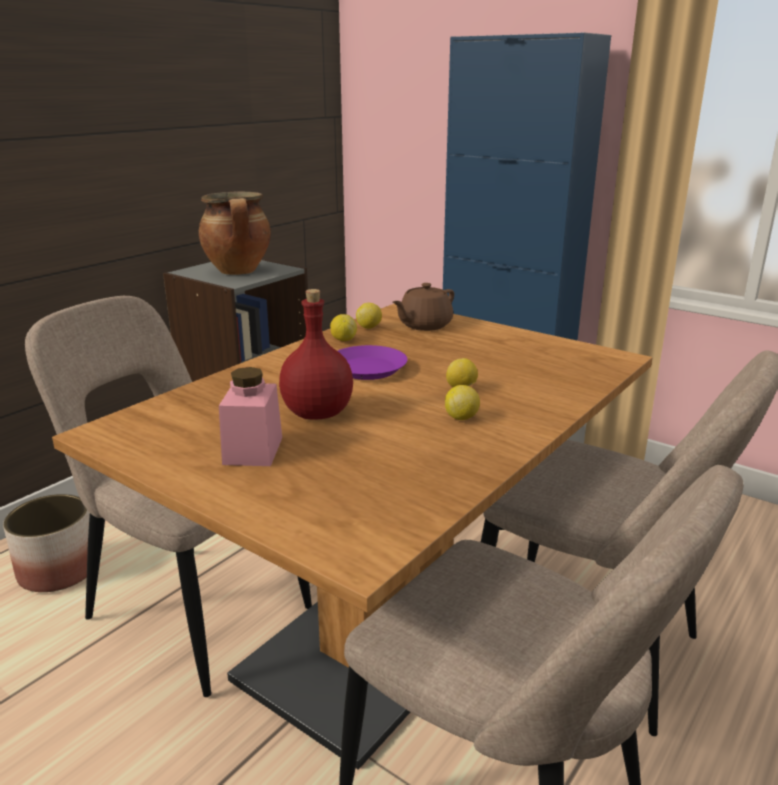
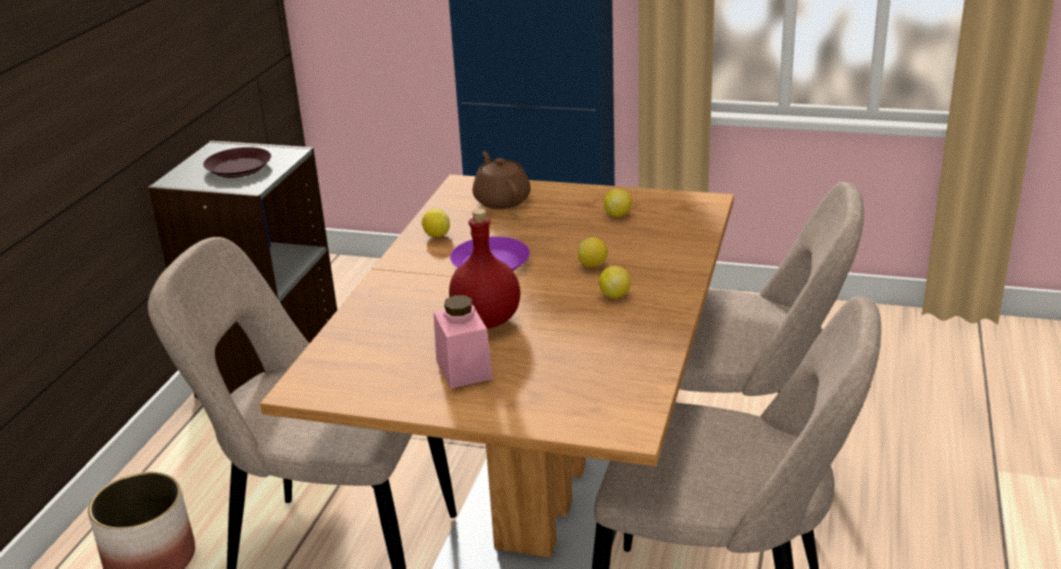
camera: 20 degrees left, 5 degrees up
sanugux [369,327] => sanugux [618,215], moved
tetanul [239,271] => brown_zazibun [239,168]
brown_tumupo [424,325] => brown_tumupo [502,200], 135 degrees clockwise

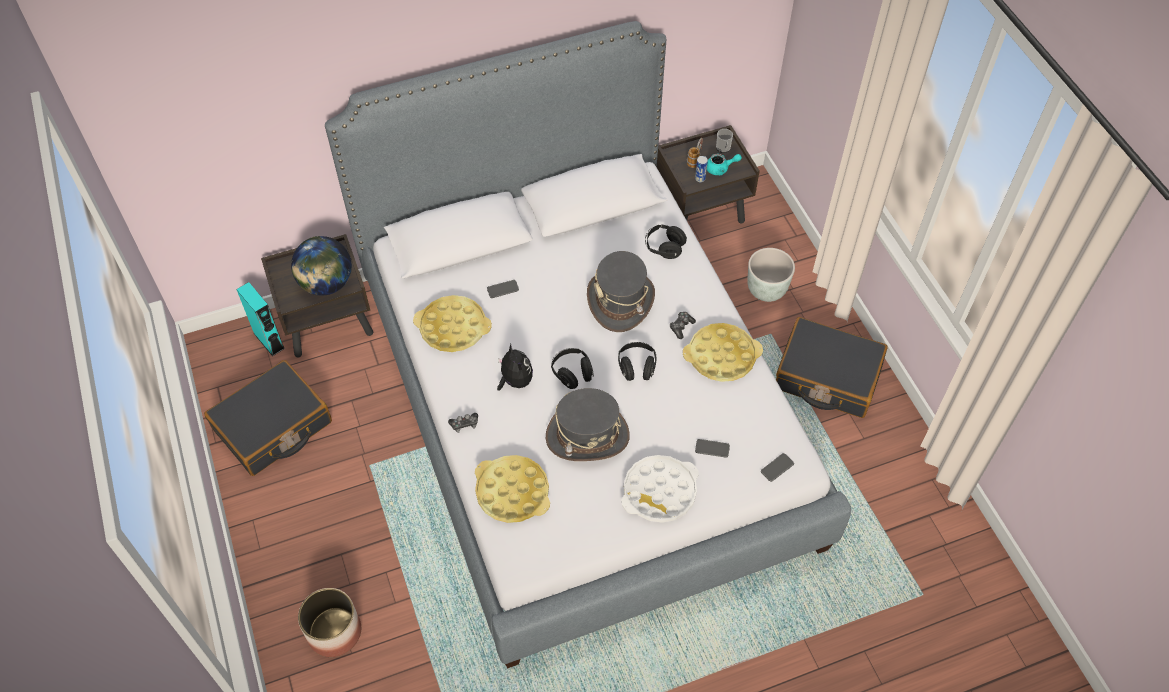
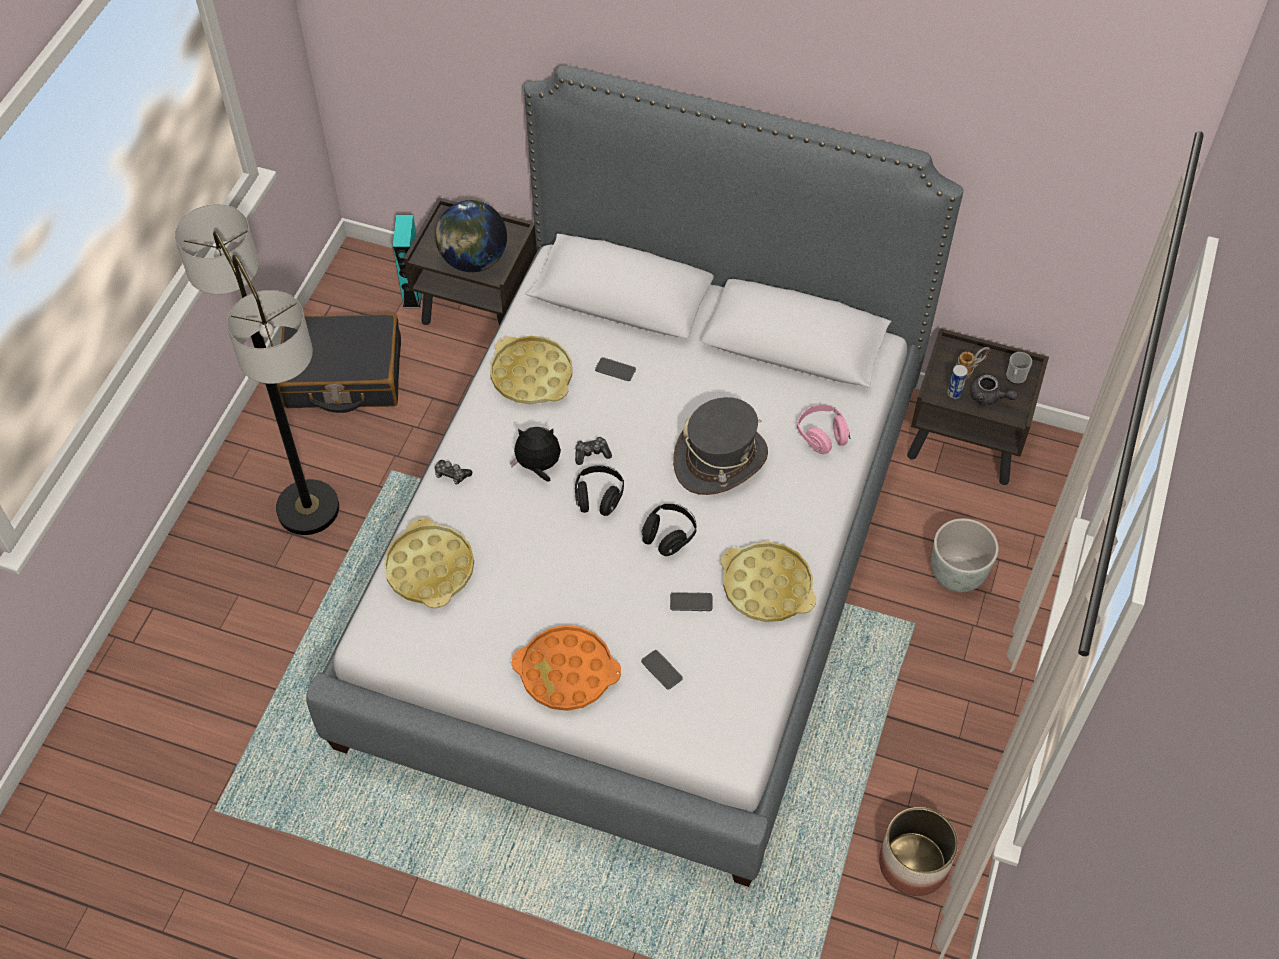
camera: 40 degrees right, 0 degrees up
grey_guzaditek [587,436] => nothing
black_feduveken [827,377] => nothing
nothing => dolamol [308,508]
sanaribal [334,631] => sanaribal [914,863], moved
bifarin [681,327] => bifarin [591,453], moved
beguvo [777,468] => beguvo [691,602], moved
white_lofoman [659,492] => orange_lofoman [566,672]
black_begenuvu [664,247] => pink_begenuvu [822,436]
turquoise_tumupo [720,169] => grey_tumupo [989,397]
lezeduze [515,381] => lezeduze [538,466], 105 degrees counterclockwise

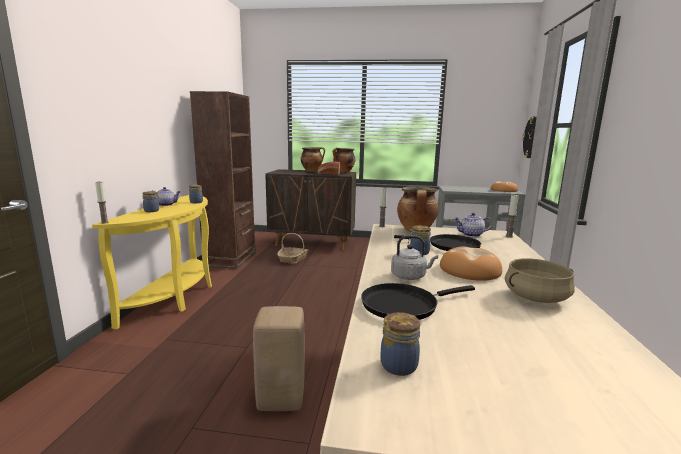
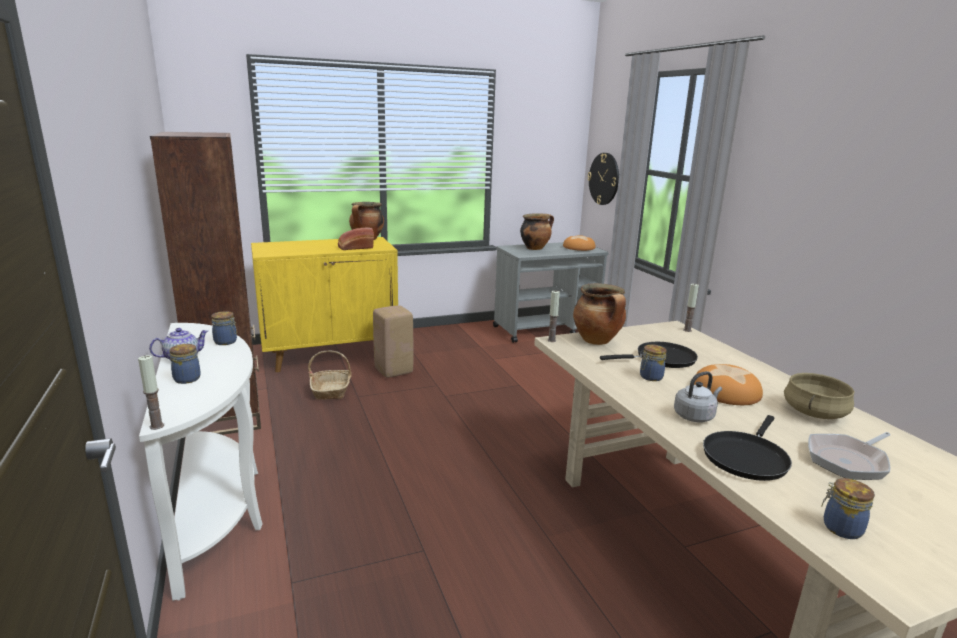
camera: 30 degrees left, 5 degrees up
tumupo [471,235] => nothing
nothing => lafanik [849,460]
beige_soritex [280,397] => beige_soritex [393,371], moved
tetanul [312,171] => tetanul [535,248], moved
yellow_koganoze [177,296] => white_koganoze [219,507]
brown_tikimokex [313,243] => yellow_tikimokex [330,354]

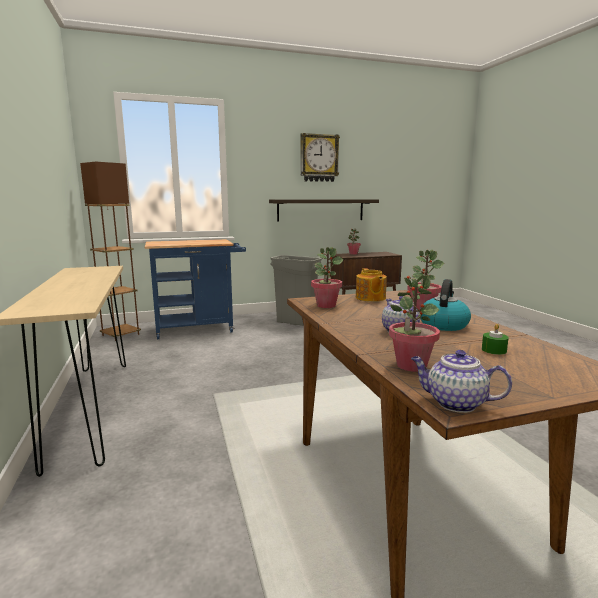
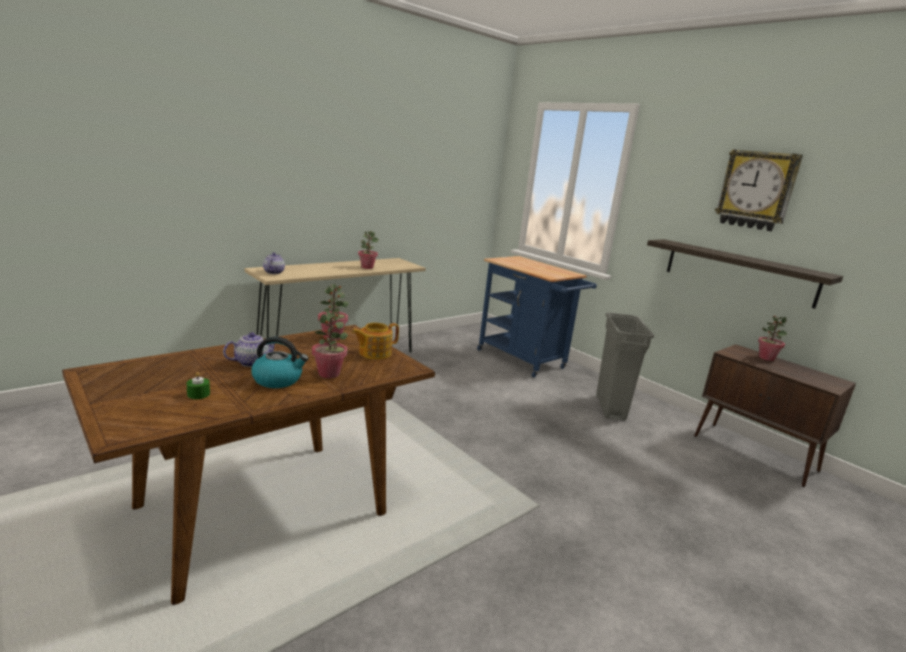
camera: 65 degrees right, 5 degrees up
brown_dolamol [121,335] => nothing
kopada [411,365] => kopada [367,267], moved
tumupo [454,403] => tumupo [273,272], moved

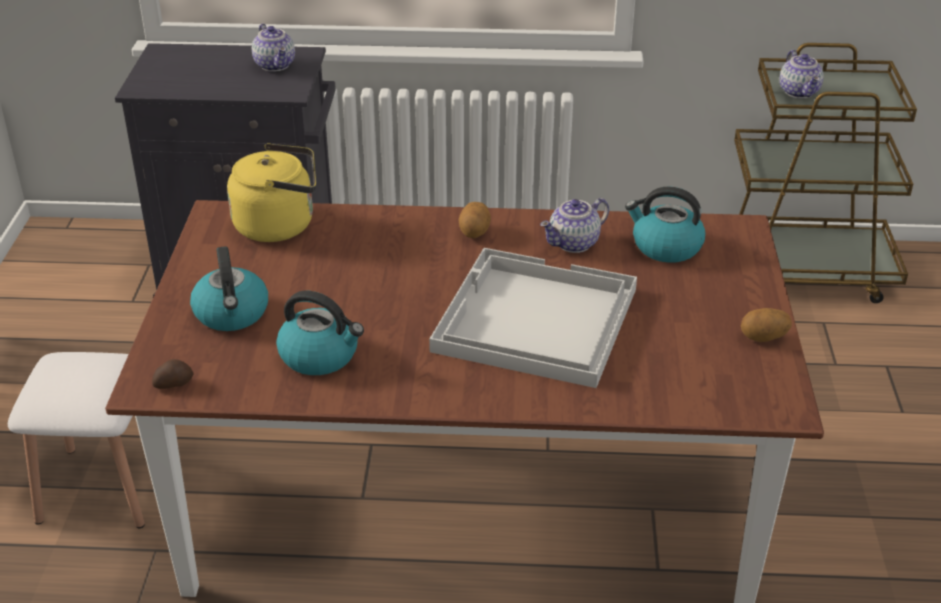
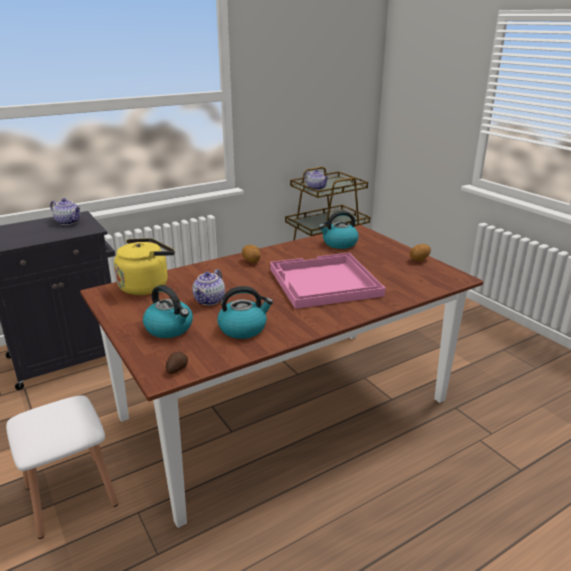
camera: 35 degrees left, 10 degrees down
tumupo [574,244] => tumupo [210,300], moved
white_lofoman [533,320] => pink_lofoman [324,282]

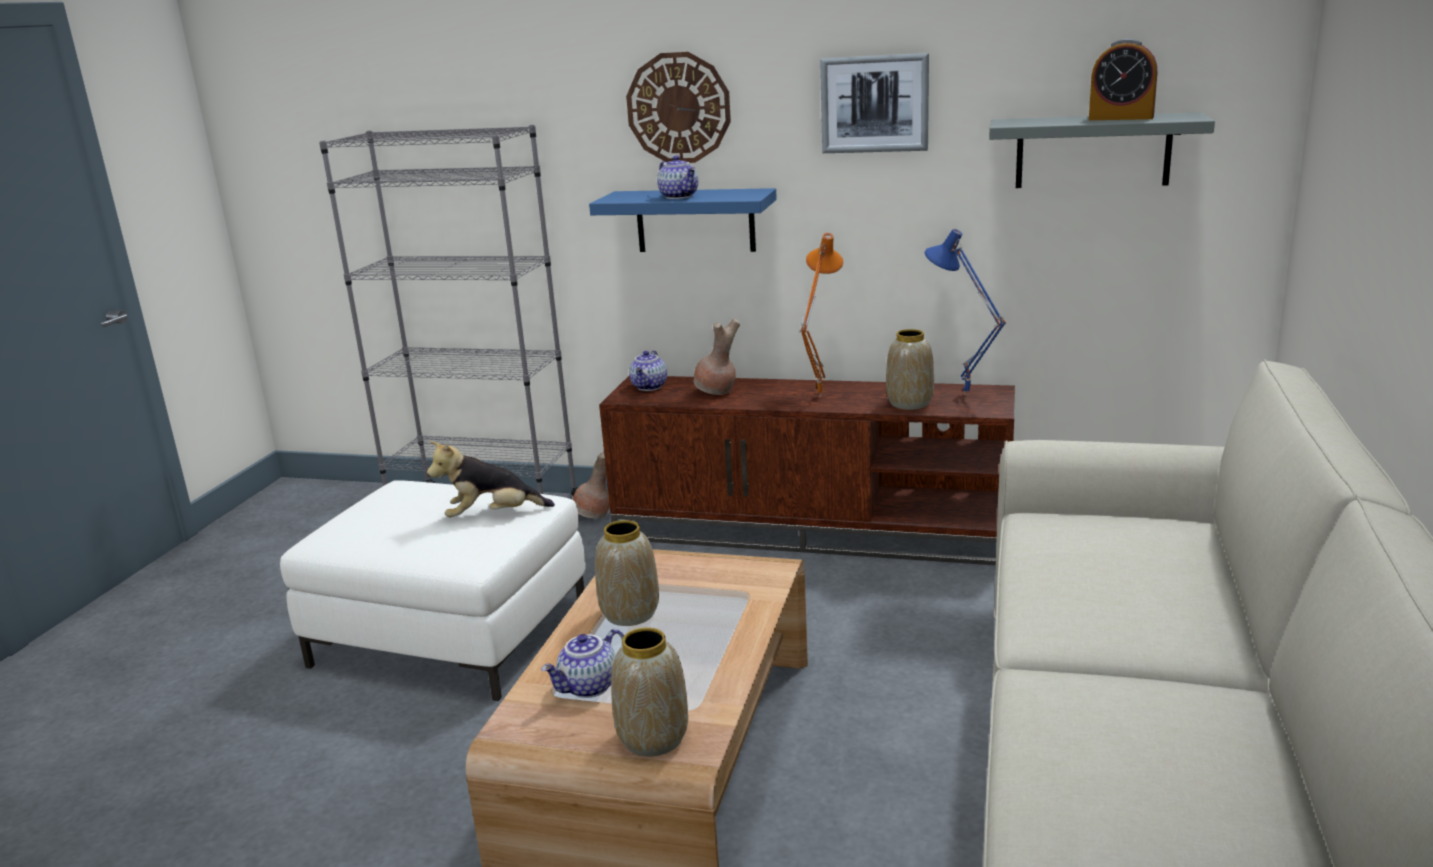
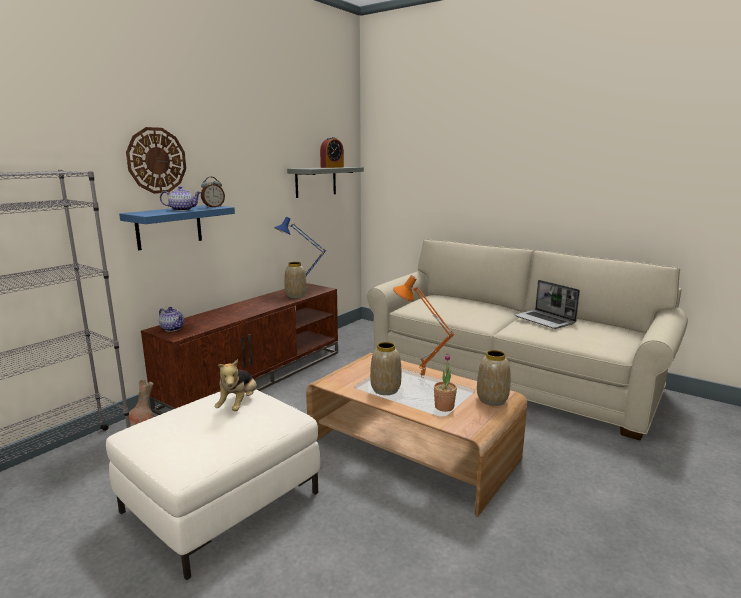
camera: 70 degrees left, 5 degrees down
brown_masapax [716,392] => nothing
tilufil [874,104] => nothing
nothing => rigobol [213,207]
nothing => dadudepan [545,320]
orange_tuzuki [817,396] => orange_tuzuki [420,378], moved
tumupo [589,687] => kopada [444,407]

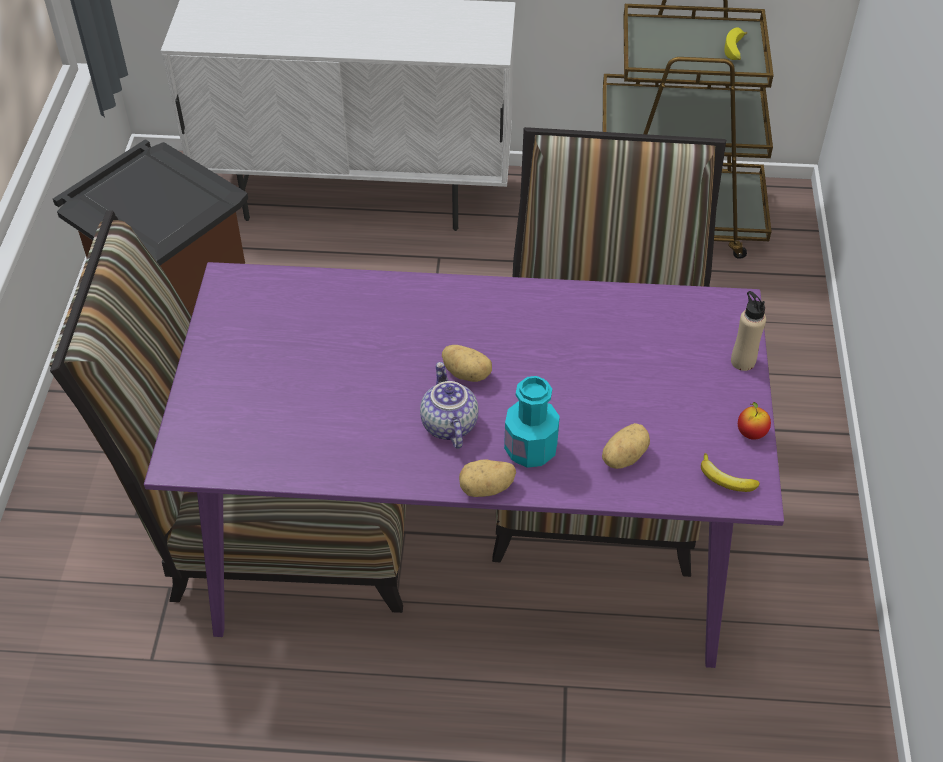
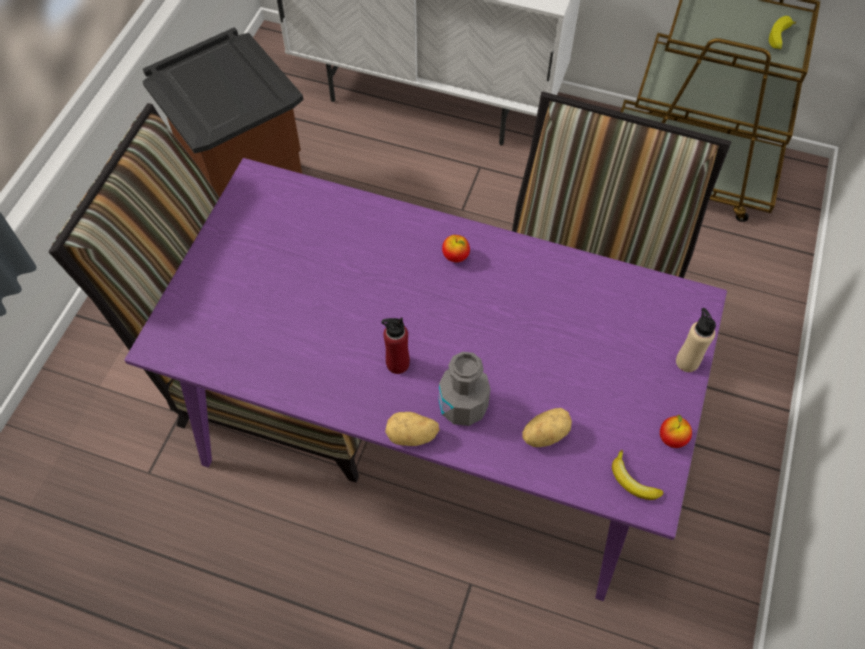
camera: 15 degrees right, 10 degrees up
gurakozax [467,373] => nothing
nothing => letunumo [455,257]
tumupo [447,424] => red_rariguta [397,363]
turquoise_rariguta [530,449] => grey_rariguta [463,406]

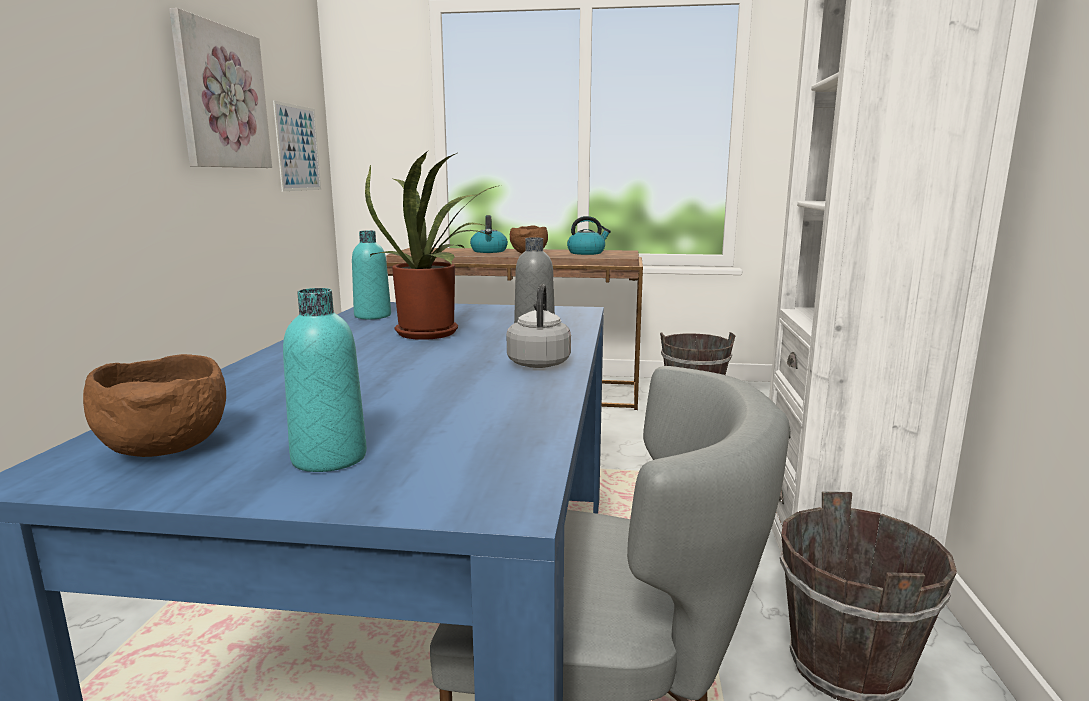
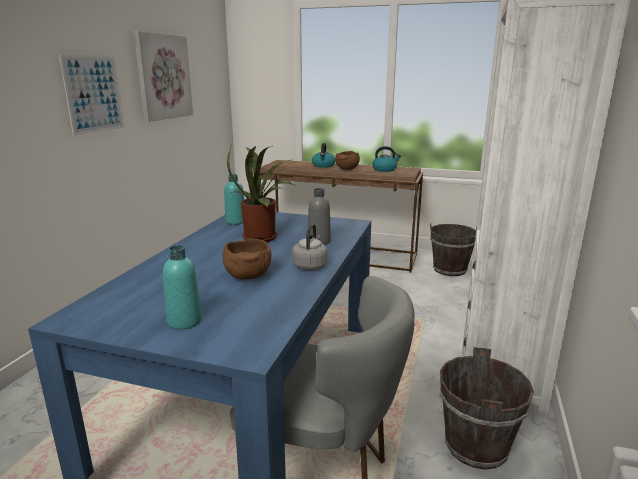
camera: 10 degrees right, 5 degrees up
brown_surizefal [165,448] => brown_surizefal [248,276], moved
tilufil [298,148] => tilufil [94,94], moved

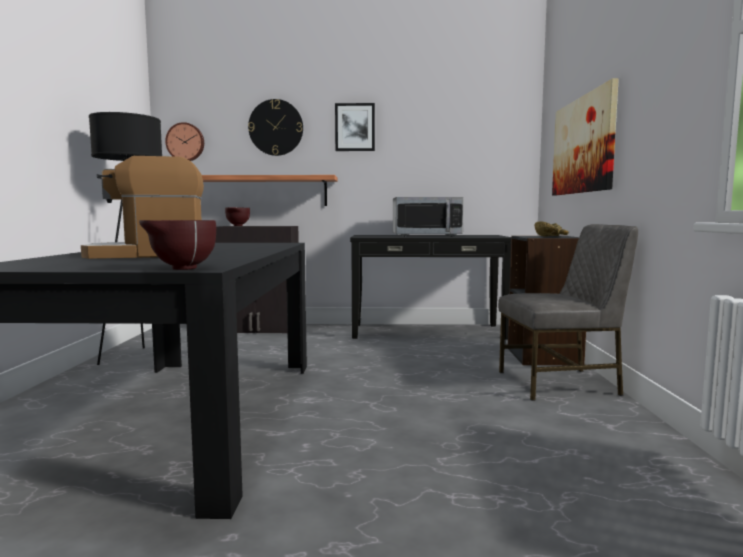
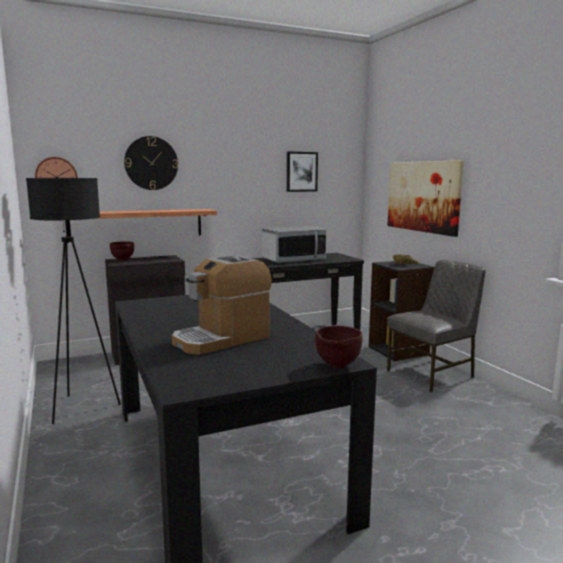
camera: 25 degrees left, 5 degrees up
tilufil [355,127] => tilufil [301,171], moved

